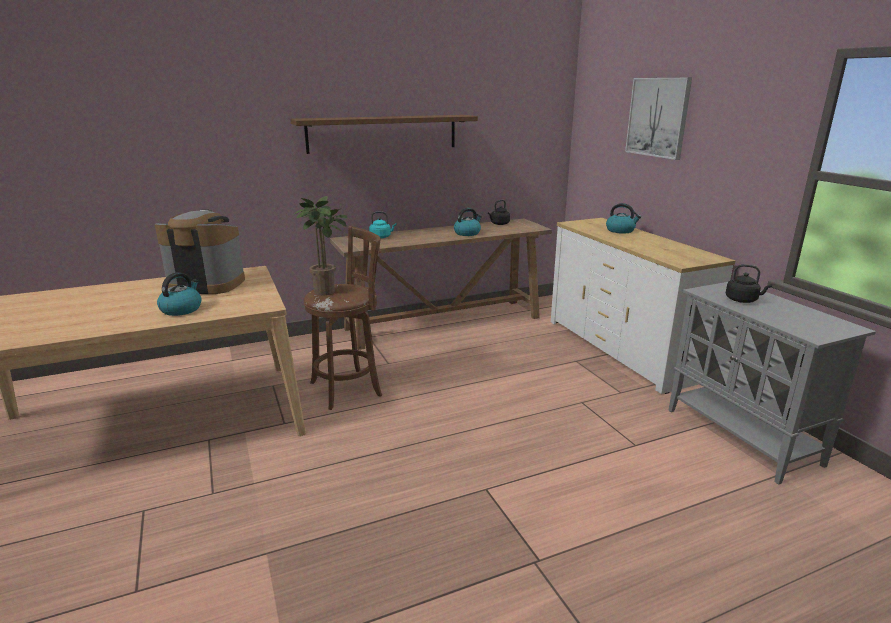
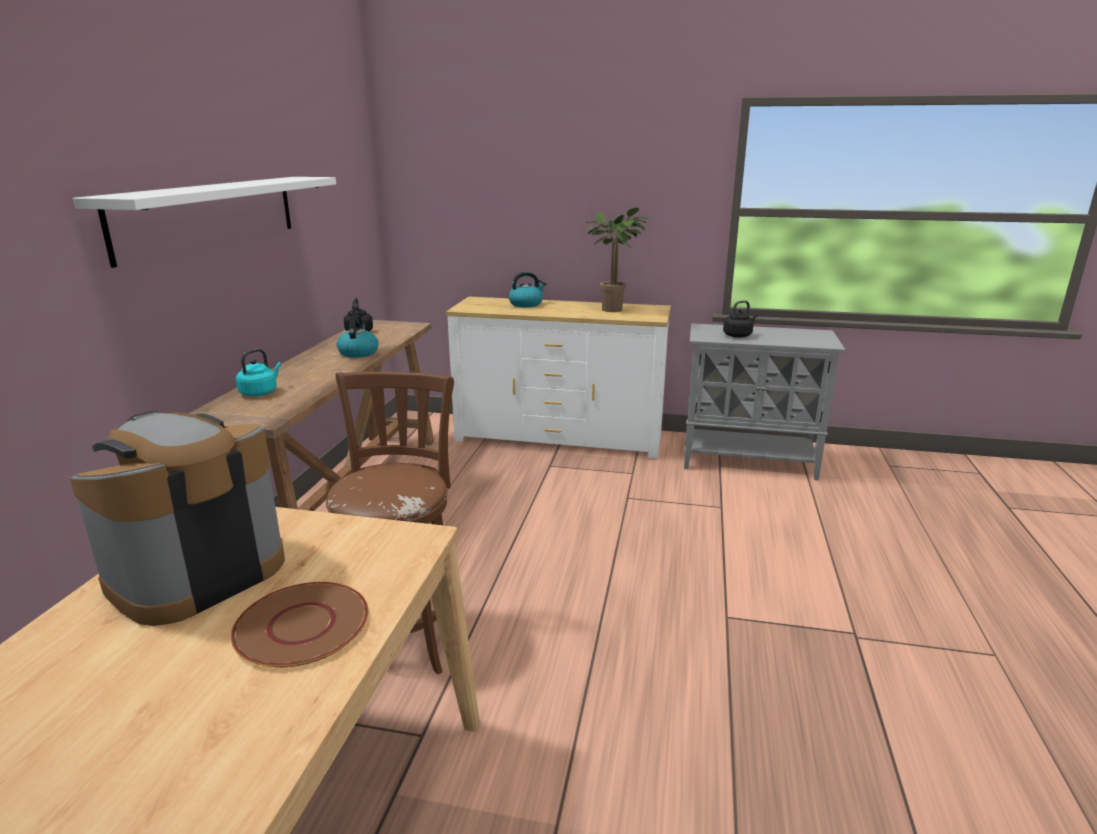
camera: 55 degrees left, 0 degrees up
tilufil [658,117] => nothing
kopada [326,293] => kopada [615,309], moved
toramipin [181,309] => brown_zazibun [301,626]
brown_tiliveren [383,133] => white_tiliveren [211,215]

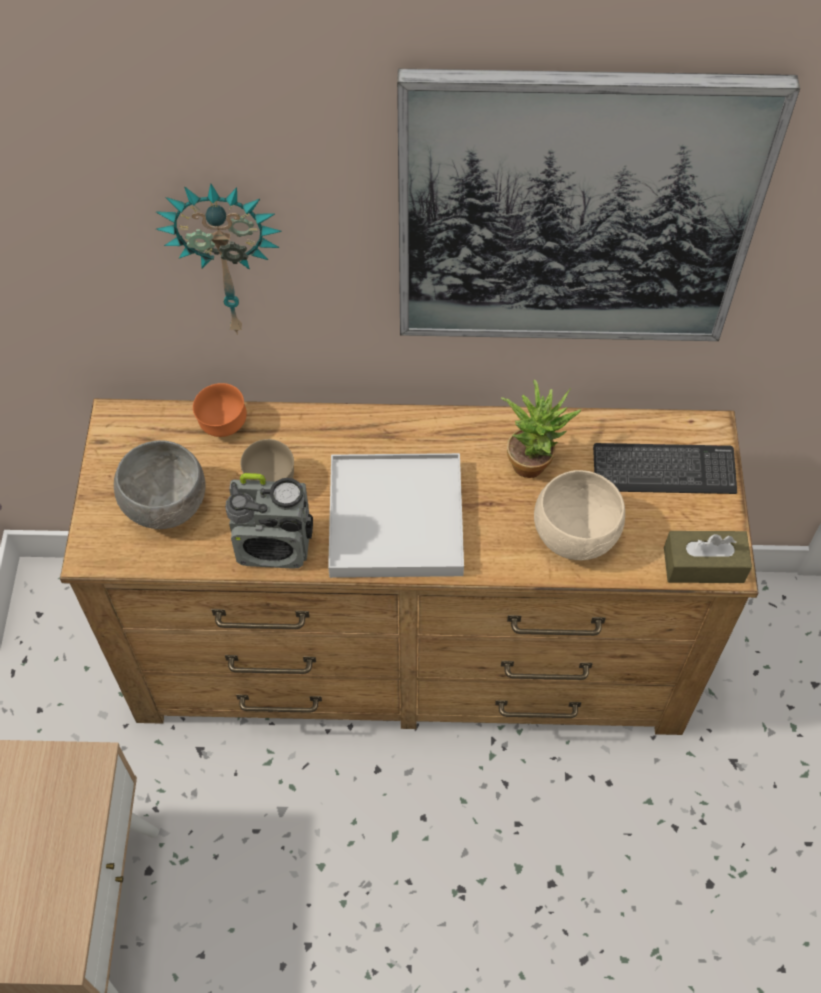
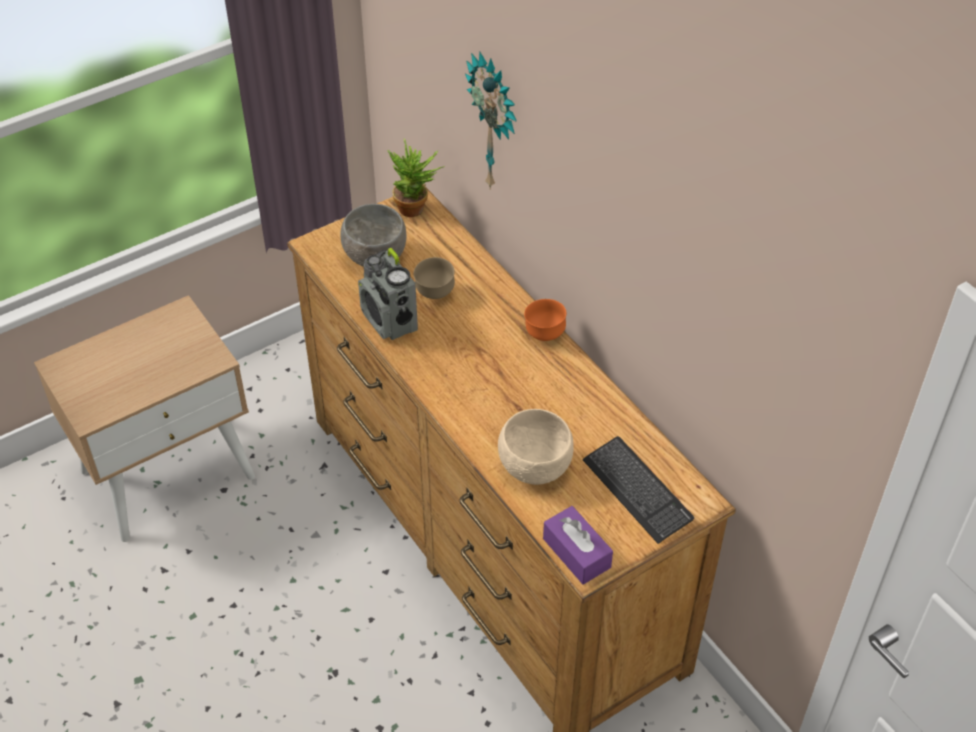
camera: 55 degrees right, 10 degrees down
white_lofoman [396,519] => nothing
tilufil [575,213] => nothing
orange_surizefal [223,426] => orange_surizefal [544,334], moved
kopada [534,460] => kopada [416,210], moved
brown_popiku [703,565] => purple_popiku [576,553]

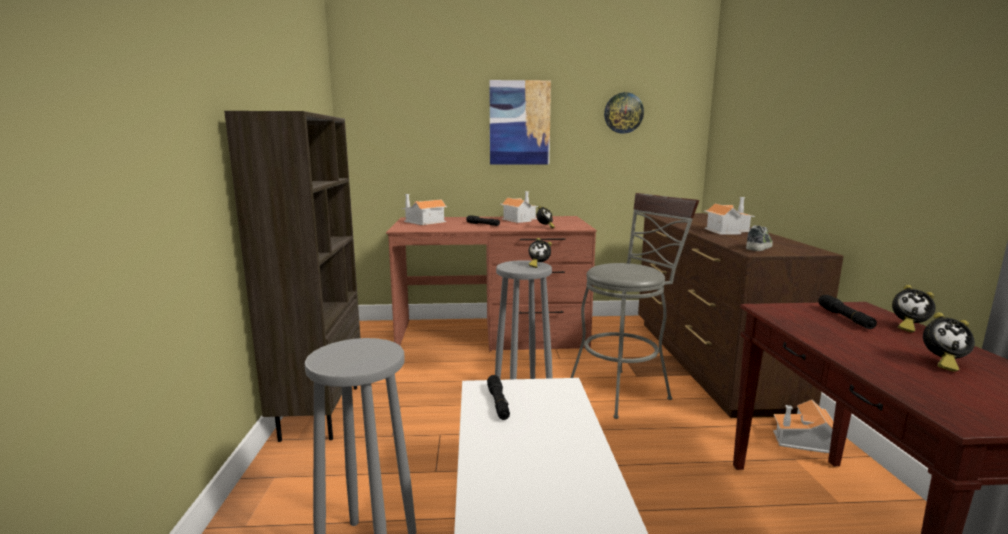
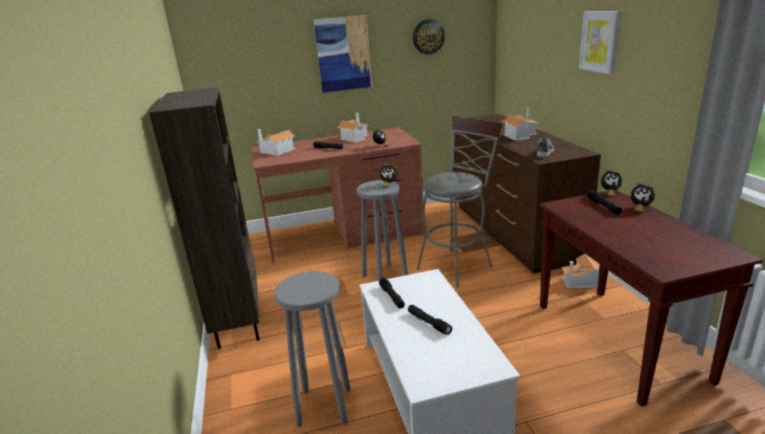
camera: 10 degrees left, 10 degrees up
nothing => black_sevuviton [428,323]
nothing => tilufil [600,41]
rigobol [941,363] => rigobol [609,193], moved

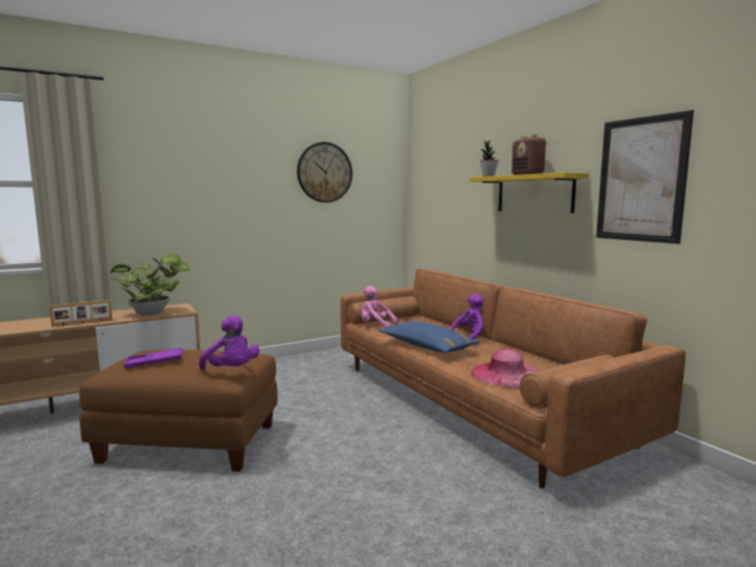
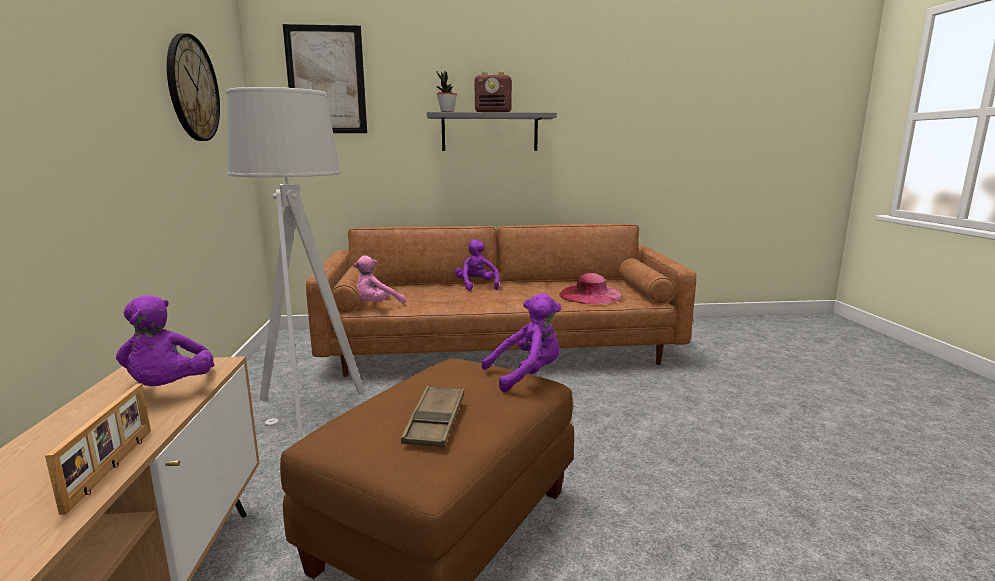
camera: 65 degrees left, 5 degrees up
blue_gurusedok [426,347] => nothing
nothing => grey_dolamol [308,408]
tilufil [641,179] => tilufil [326,80], moved
kopada [153,313] => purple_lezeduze [169,389]
purple_lofoman [154,362] => brown_lofoman [435,422]
yellow_tiliveren [534,194] => grey_tiliveren [489,132]

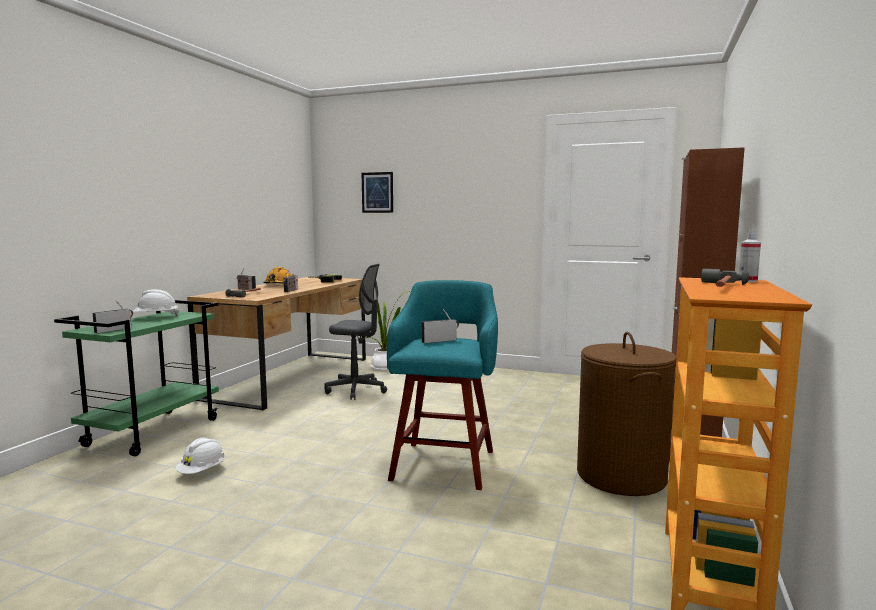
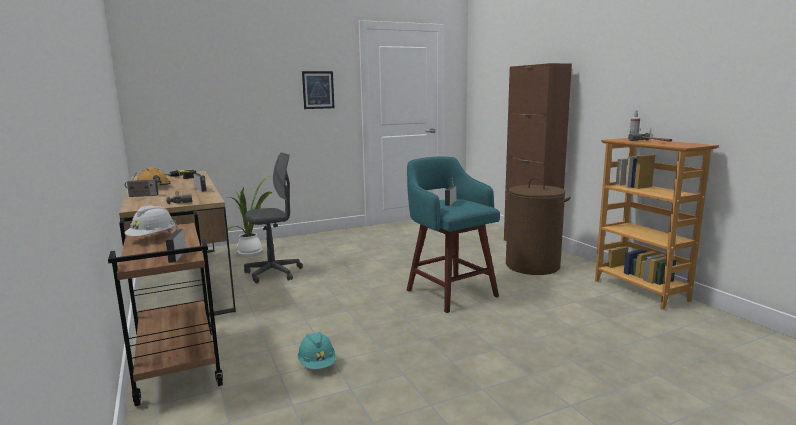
camera: 45 degrees left, 5 degrees up
tilufil [377,192] => tilufil [318,90], moved
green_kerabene [153,432] => brown_kerabene [176,365]
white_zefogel [202,471] => turquoise_zefogel [317,364]

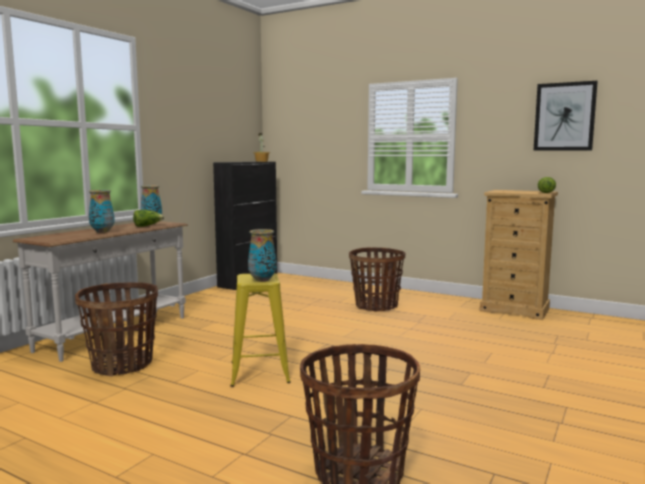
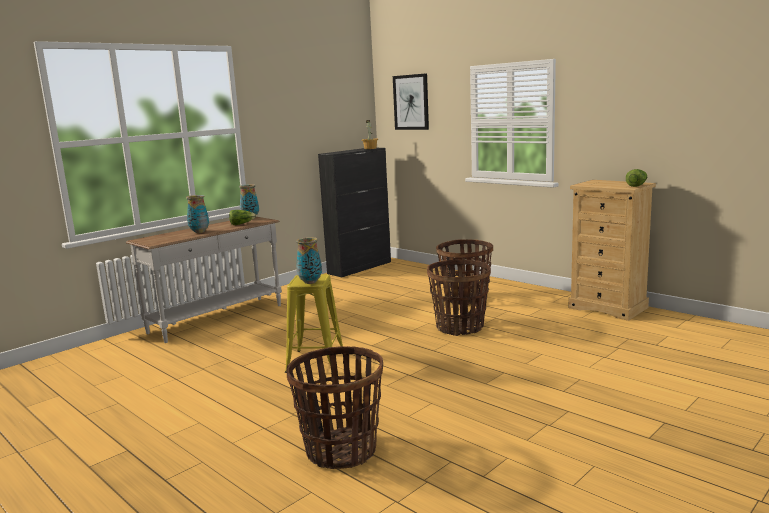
camera: 15 degrees right, 5 degrees up
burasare [122,365] => burasare [460,327], moved
tilufil [564,116] => tilufil [411,102], moved

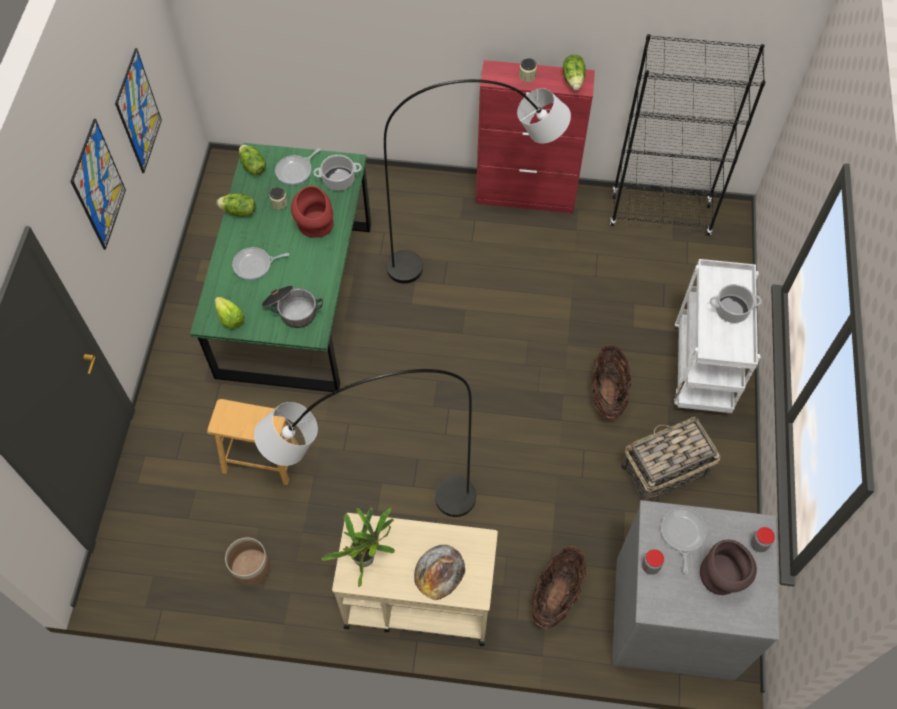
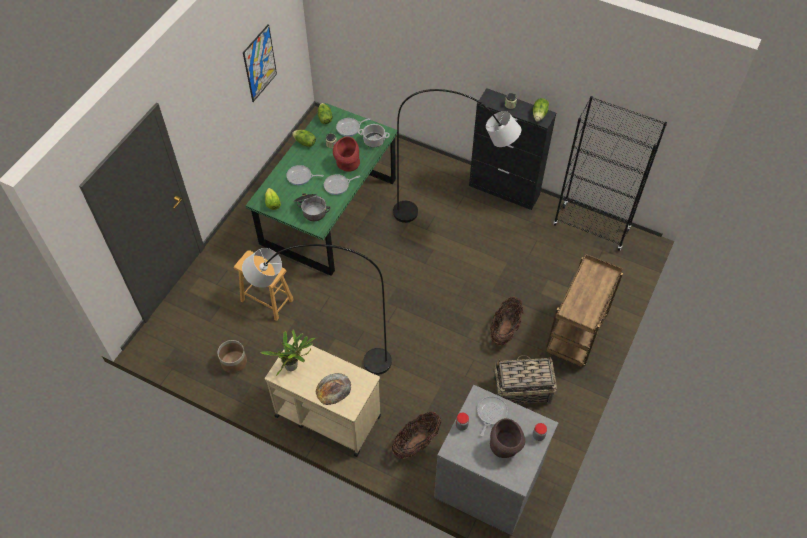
camera: 20 degrees right, 5 degrees down
tilufil [98,185] => nothing
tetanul [731,310] => nothing
nothing => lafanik [338,185]
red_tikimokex [526,196] => black_tikimokex [504,190]
white_kerabene [703,370] => brown_kerabene [576,335]

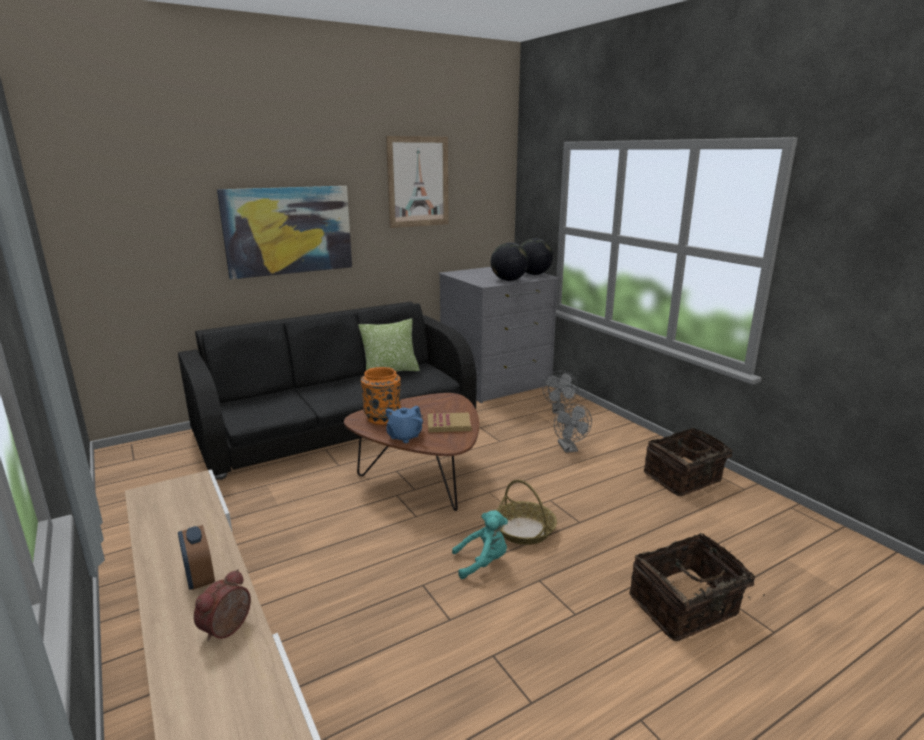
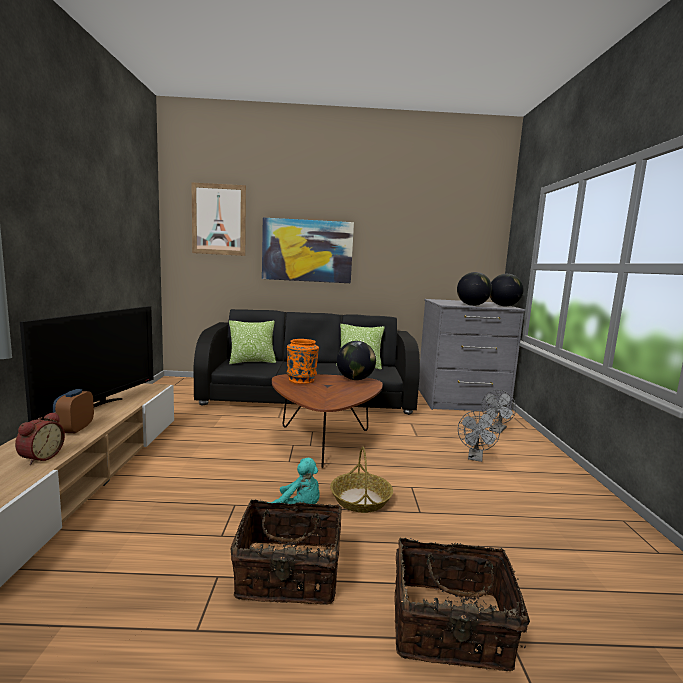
camera: 30 degrees right, 10 degrees down
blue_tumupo [404,437] => nothing
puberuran [449,424] => nothing
nothing => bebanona [99,405]
nothing => gurusedok [252,362]
nothing => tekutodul [355,379]
tilufil [418,182] => tilufil [219,219], moved
burasare [684,479] => burasare [288,577], moved
rigobol [228,629] => rigobol [40,457], 135 degrees clockwise

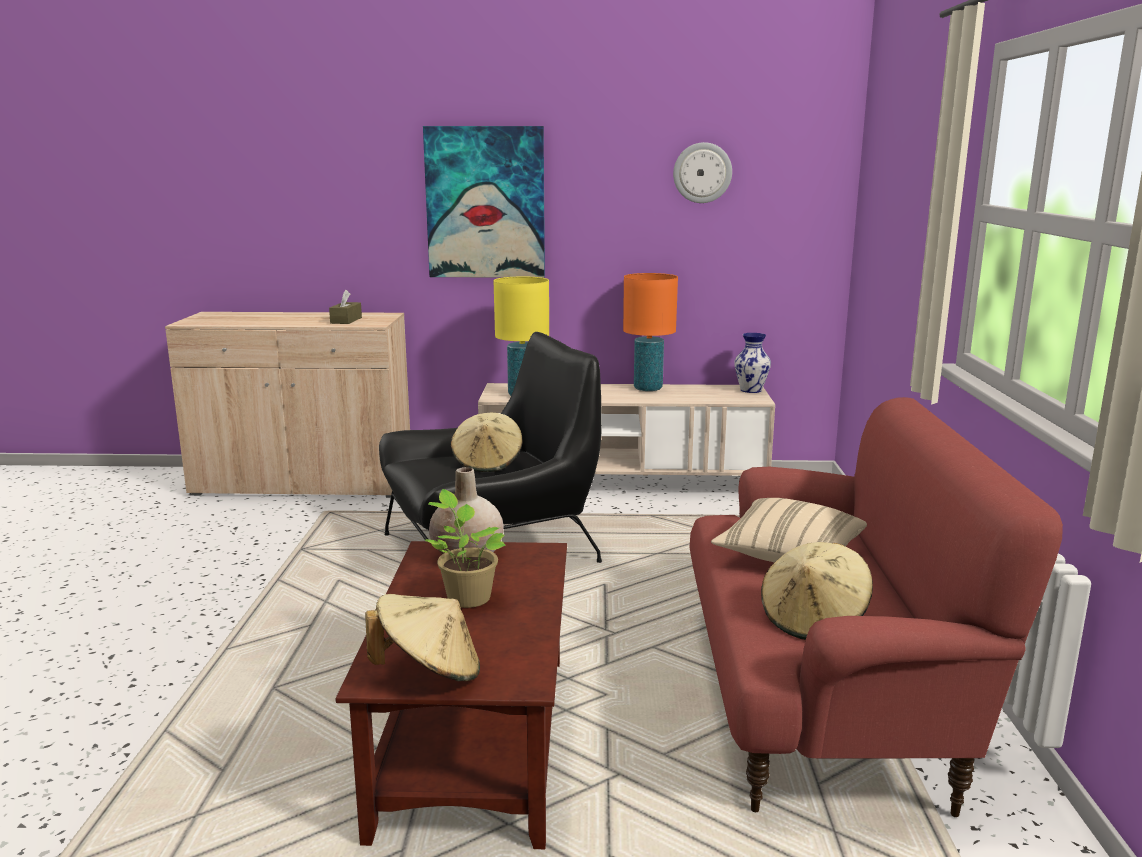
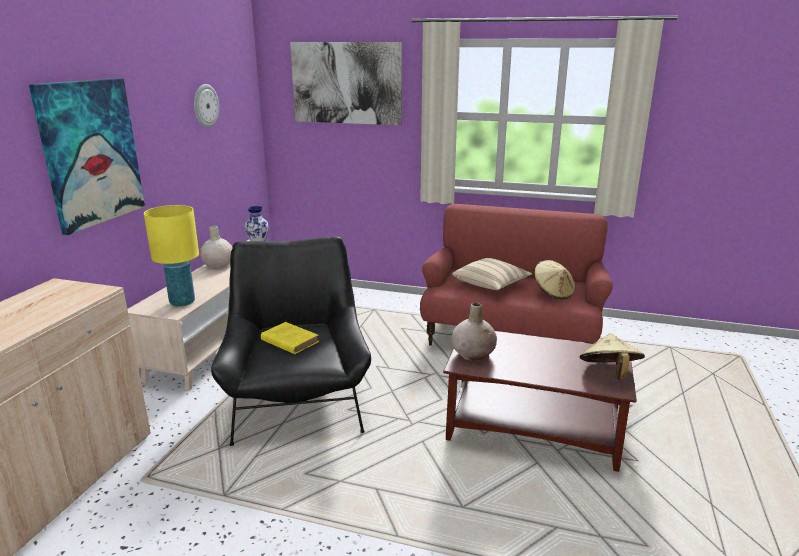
camera: 75 degrees left, 5 degrees up
brown_popiku [346,320] => nothing
kopada [467,597] => nothing
nothing => tilufil [346,83]
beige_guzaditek [487,463] => yellow_puberuran [289,340]
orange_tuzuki [647,388] => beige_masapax [218,265]

